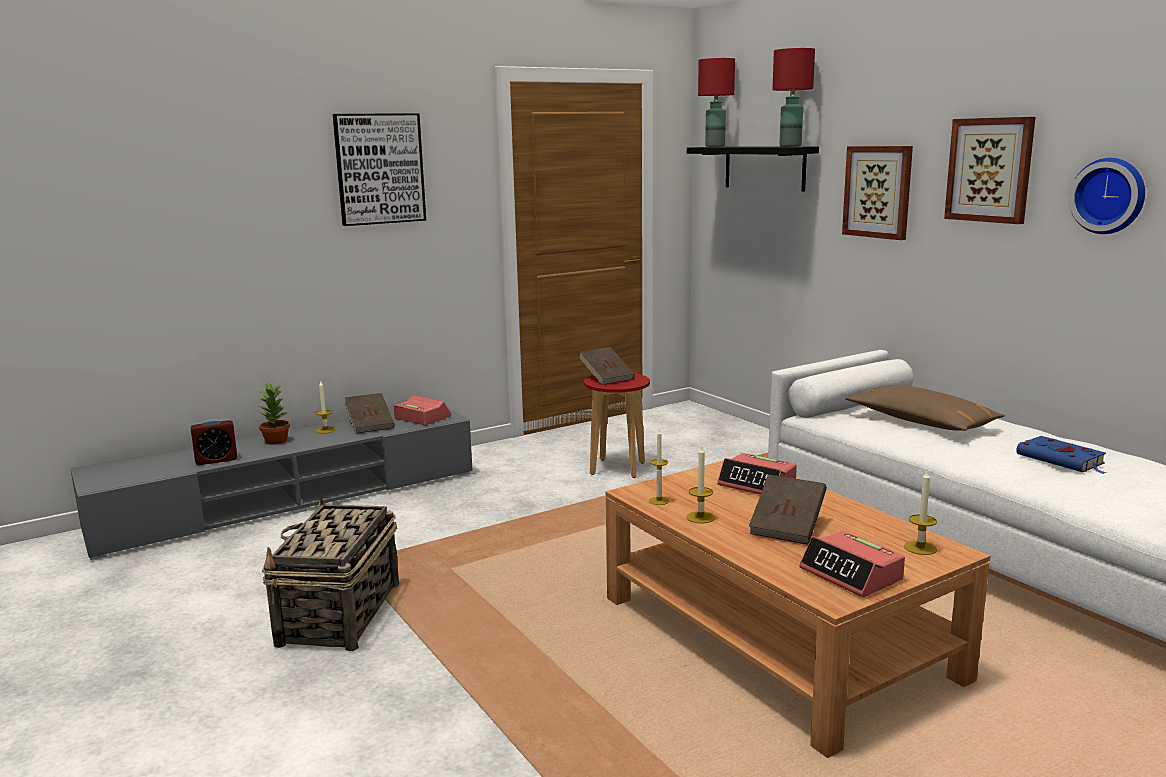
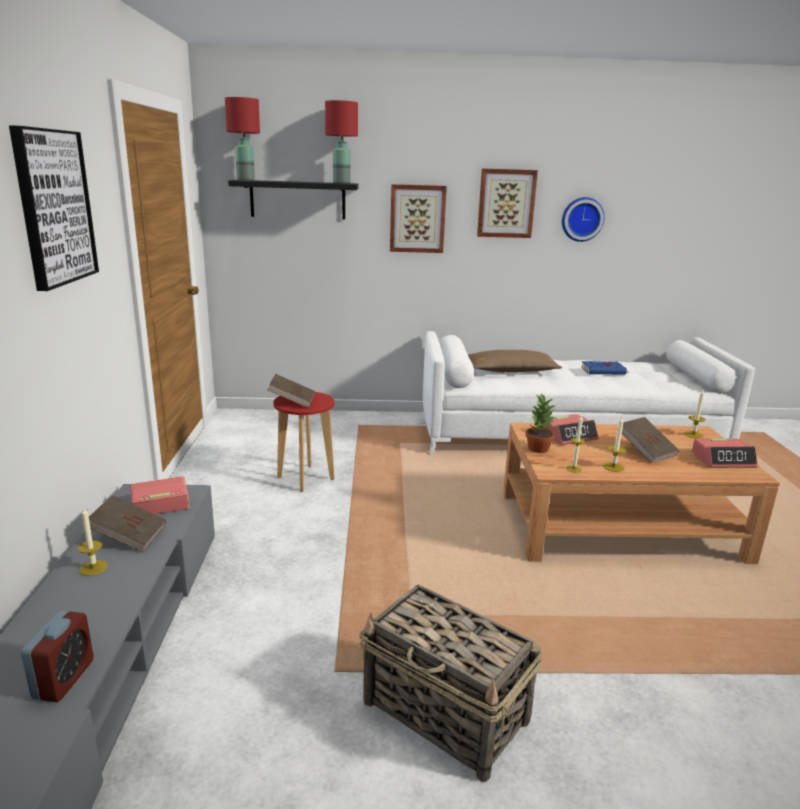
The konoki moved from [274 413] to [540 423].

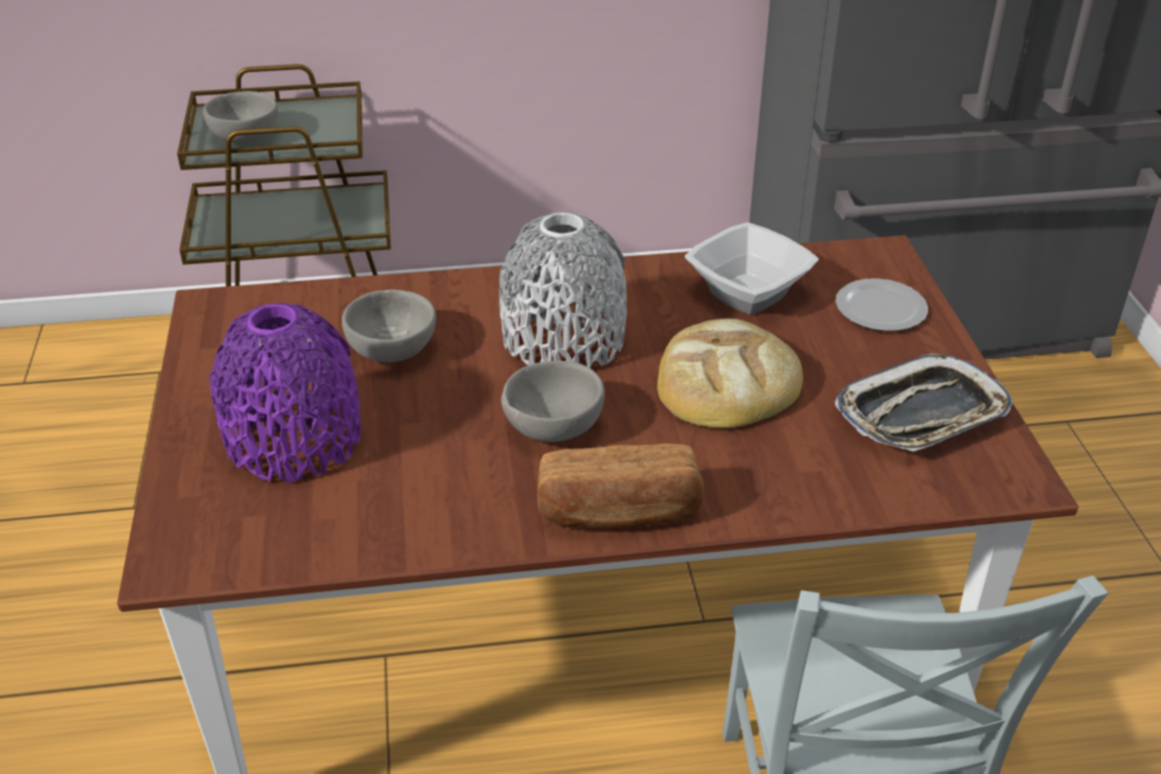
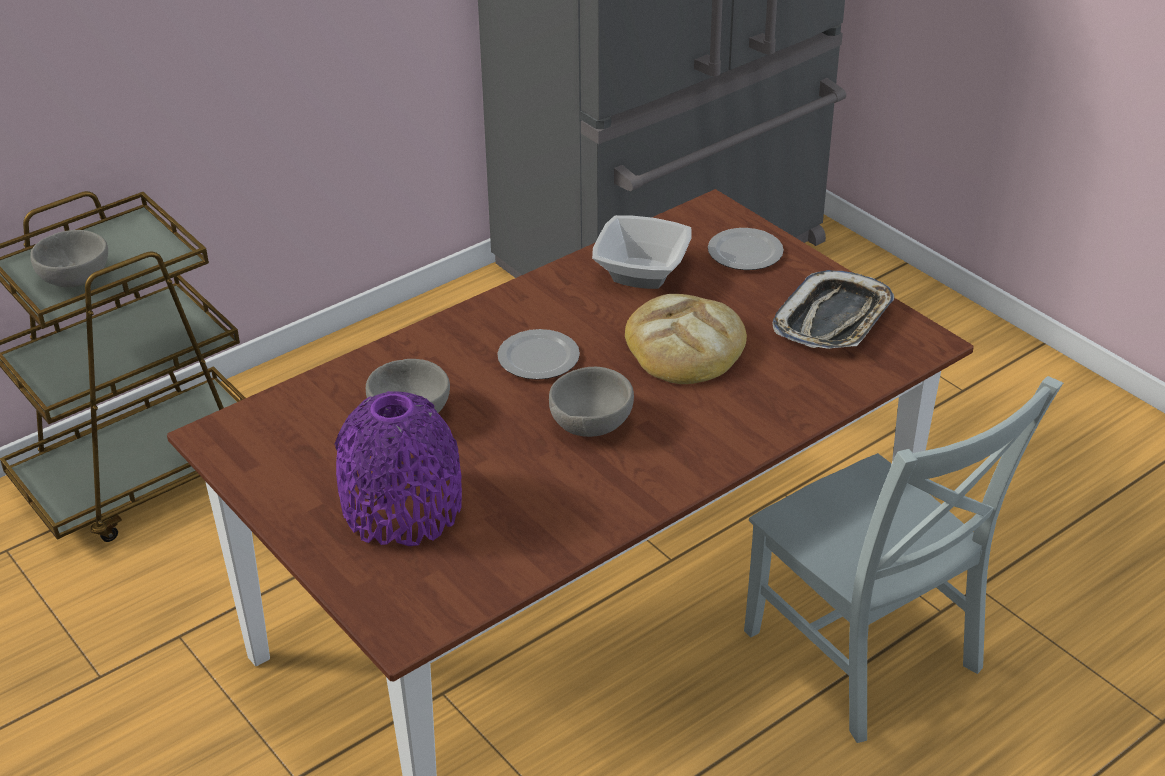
The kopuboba at [620 486] disappeared.
The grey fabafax at [563 290] was replaced by the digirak at [538 354].

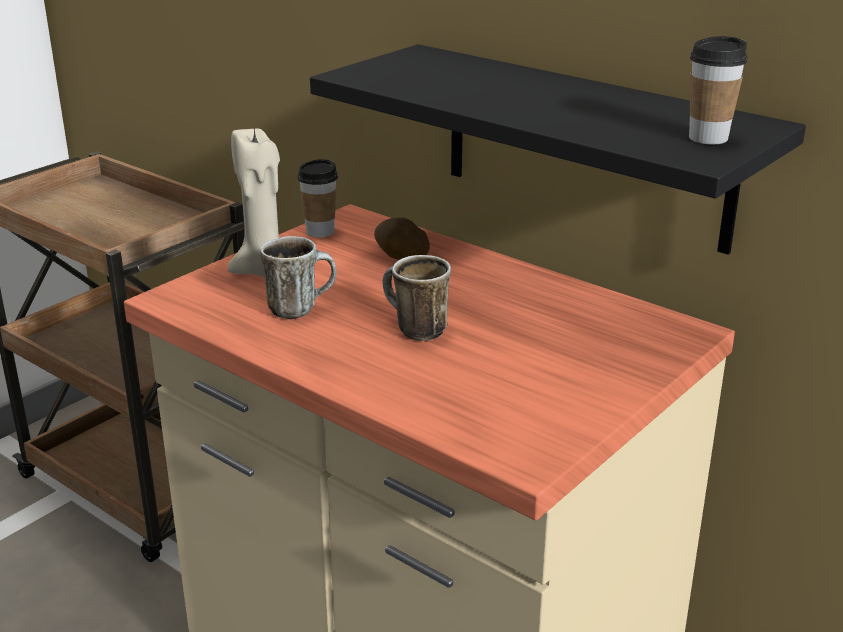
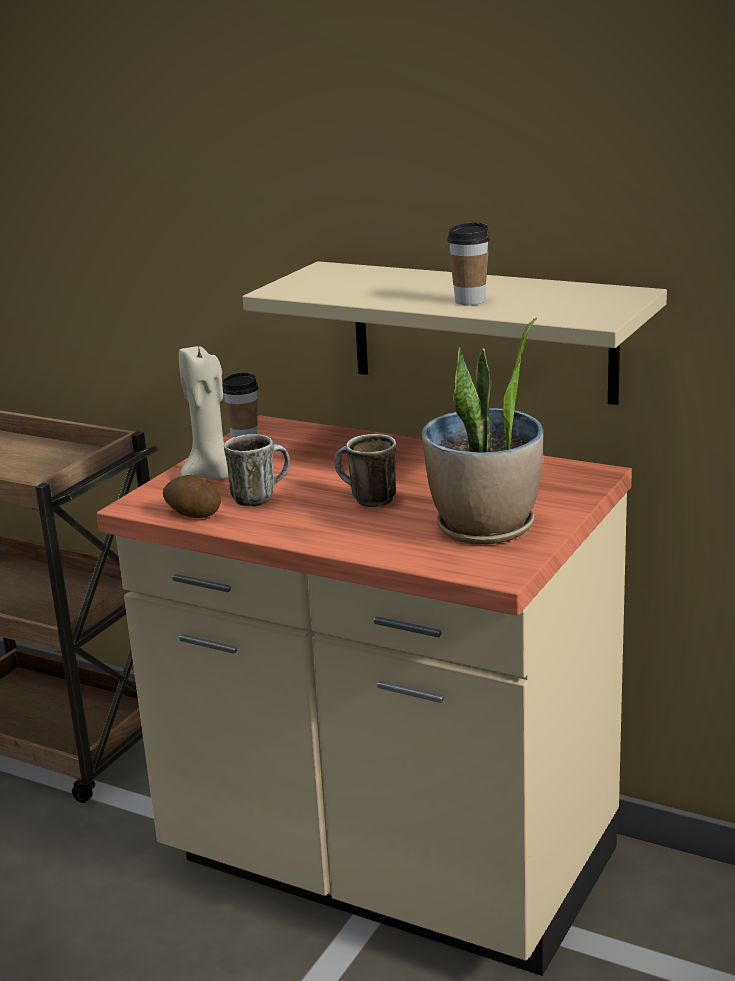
The konoki at [482 431] appeared.
The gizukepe moved from [402 238] to [192 496].
The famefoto moved from [718 90] to [468 264].
The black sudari at [558 149] became the beige sudari at [455 333].

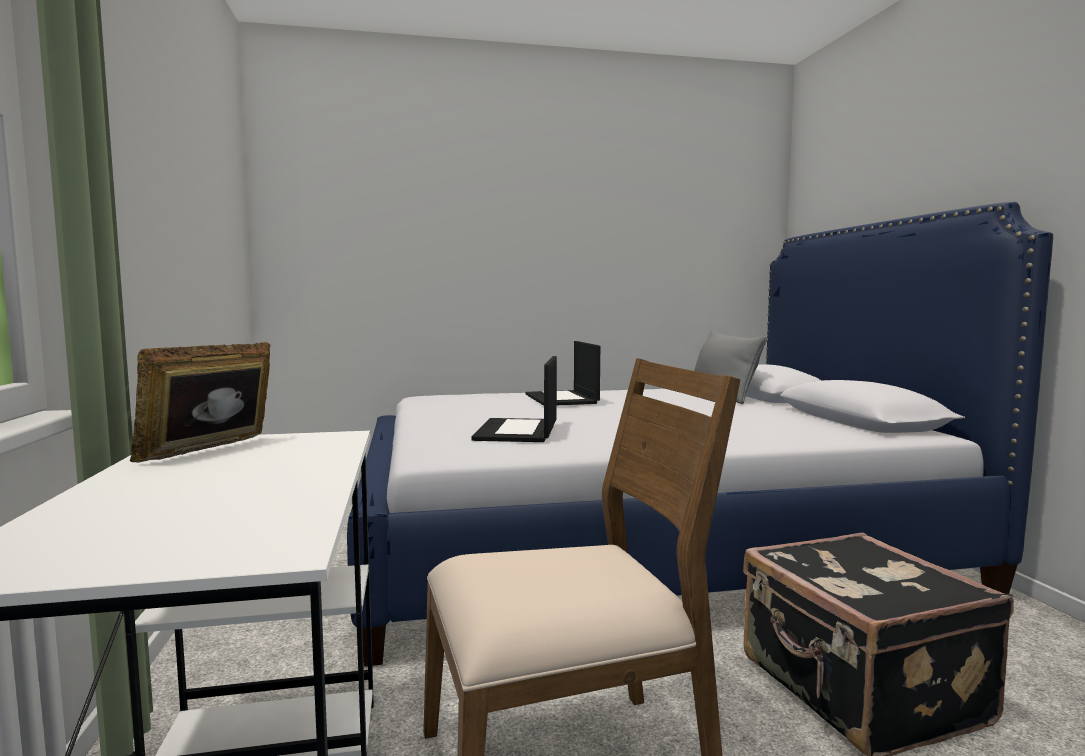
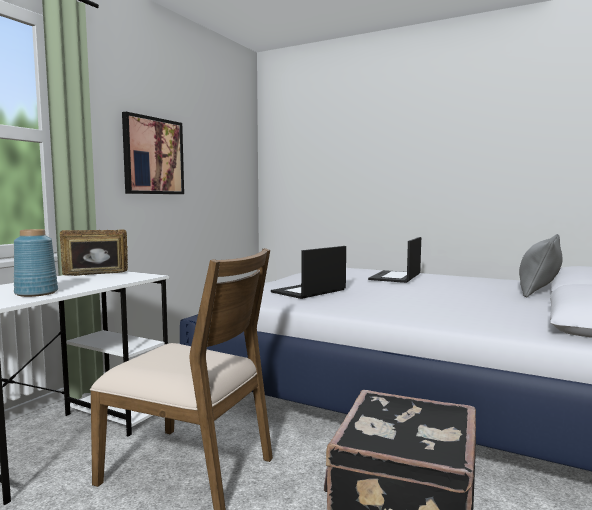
The blue fabafax at [36 263] appeared.
The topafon at [153 153] appeared.

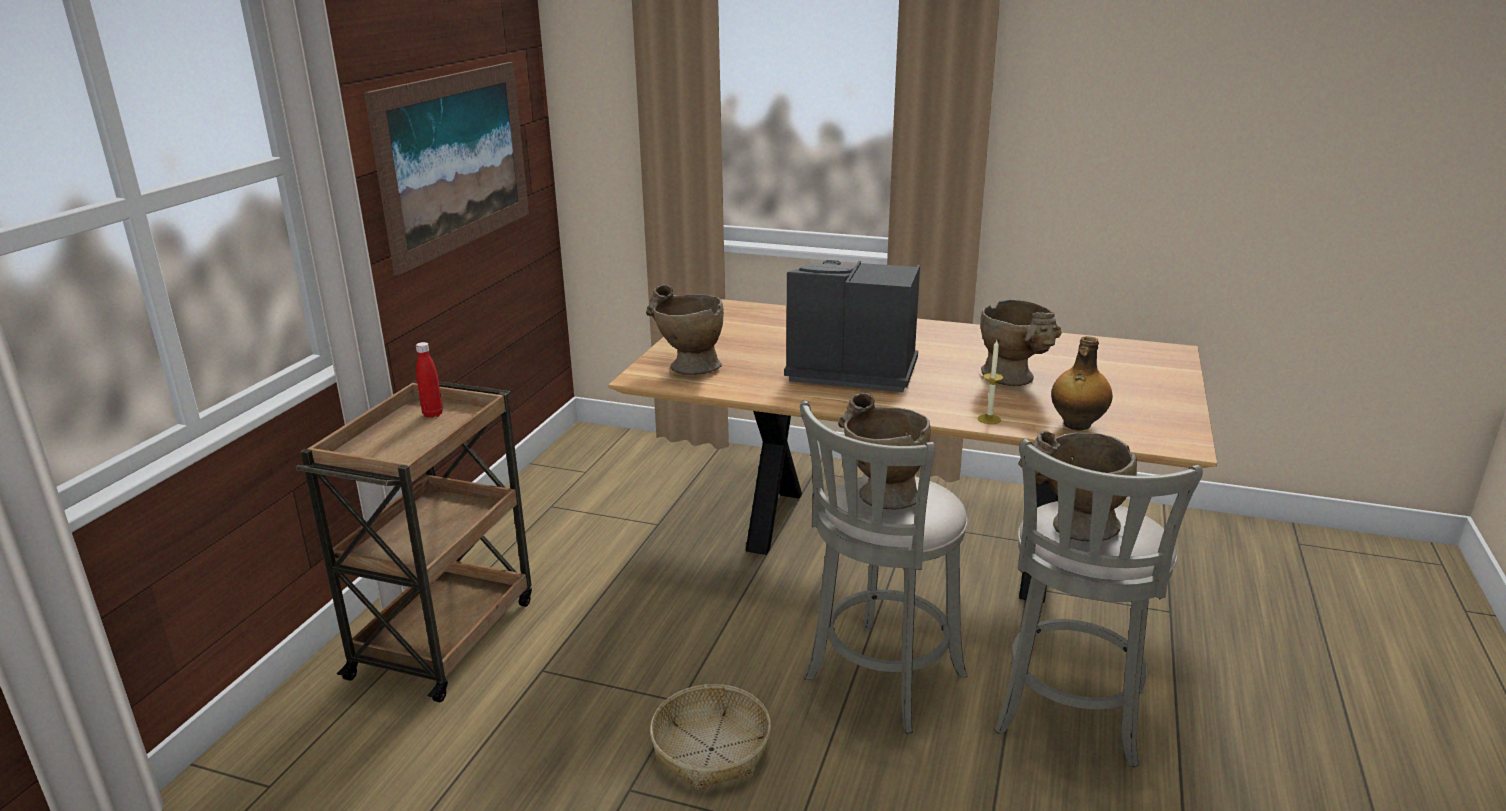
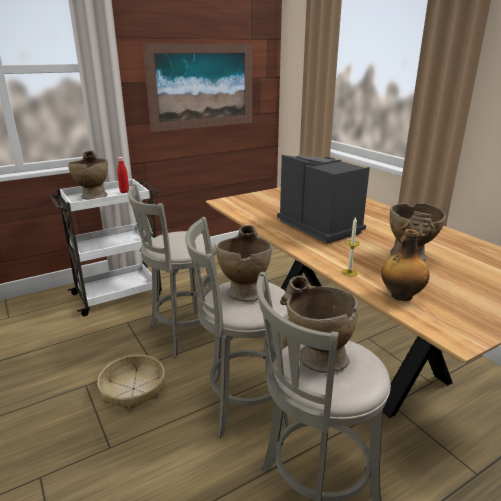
The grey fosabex at [171 271] appeared.
The beige fabafax moved from [685 330] to [88 175].
The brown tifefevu at [414 541] became the white tifefevu at [105 247].

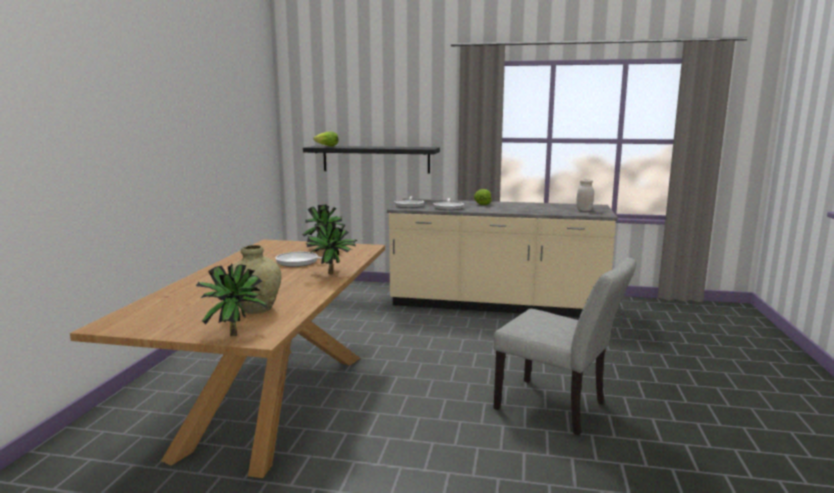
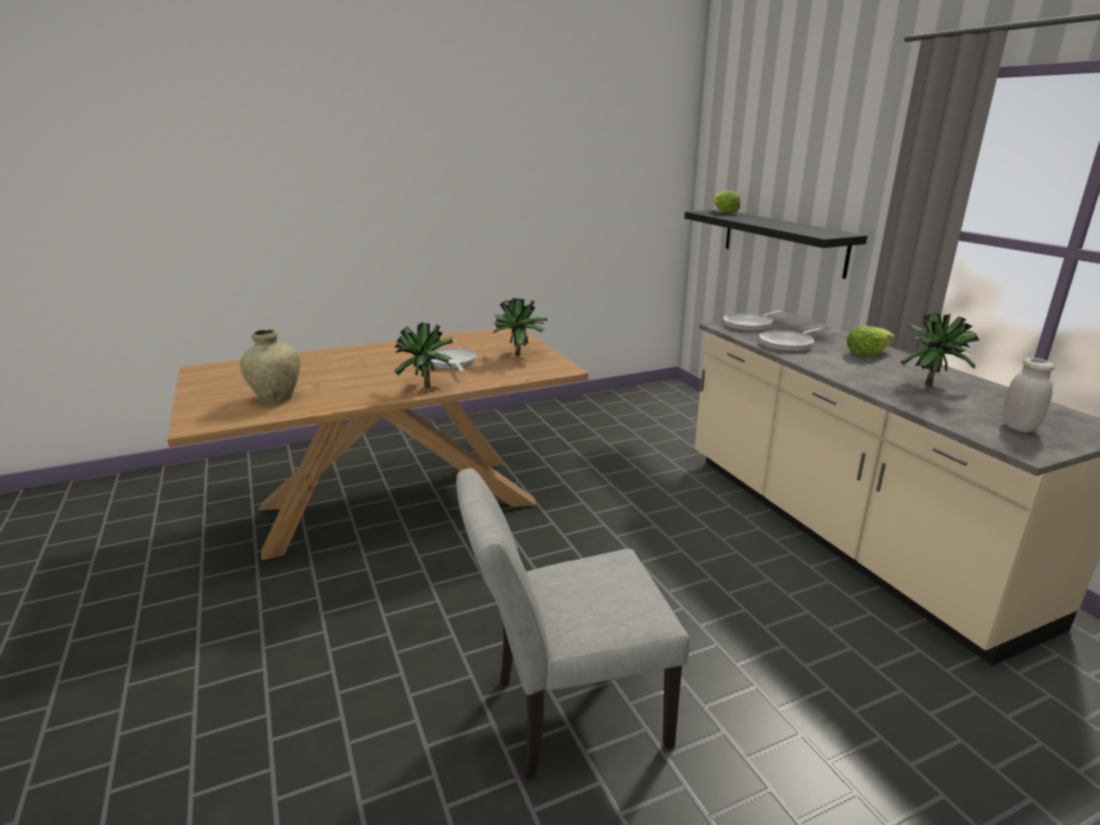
The konoki moved from [232 299] to [940 350].
The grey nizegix at [565 346] turned 75 degrees clockwise.

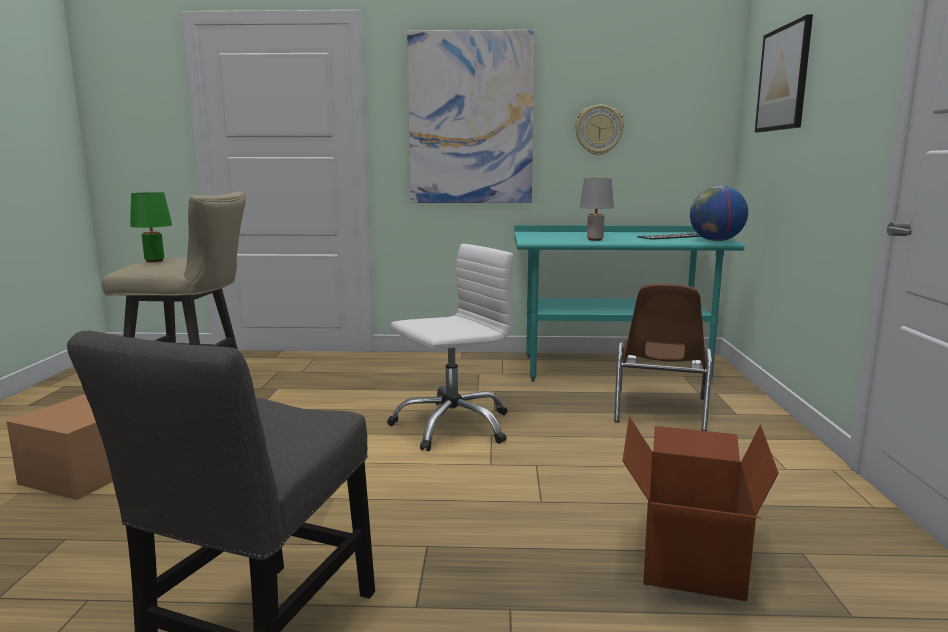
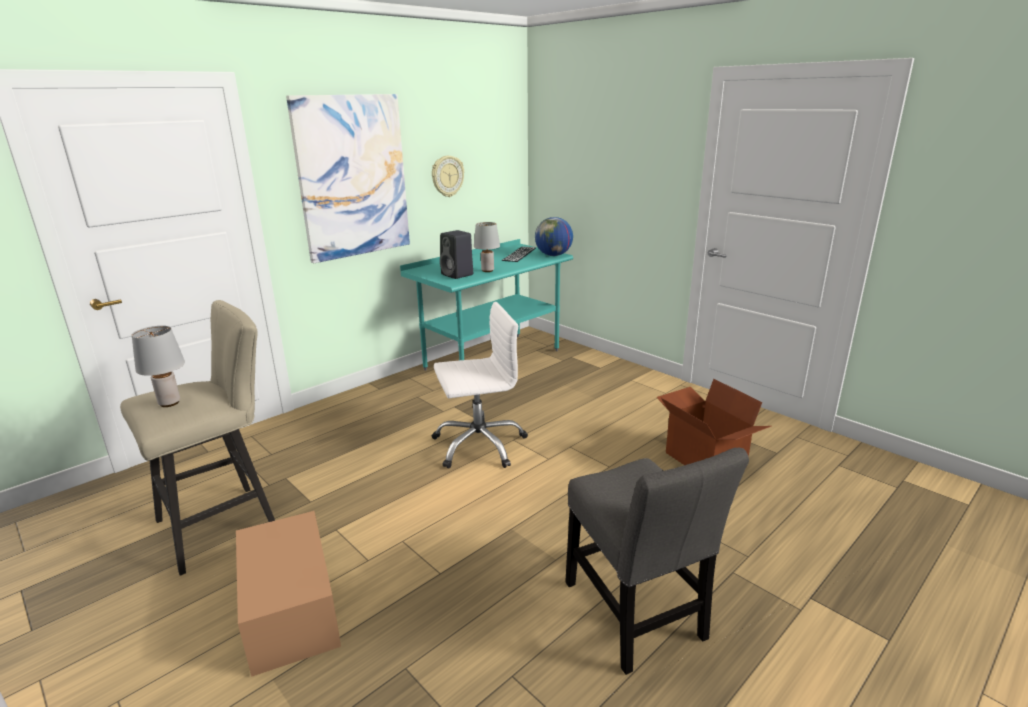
The brown nizegix at [663 357] disappeared.
The topafon at [784 74] disappeared.
The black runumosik at [456 254] appeared.
The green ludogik at [151 227] became the grey ludogik at [158 366].
The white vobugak at [450 347] turned 60 degrees clockwise.

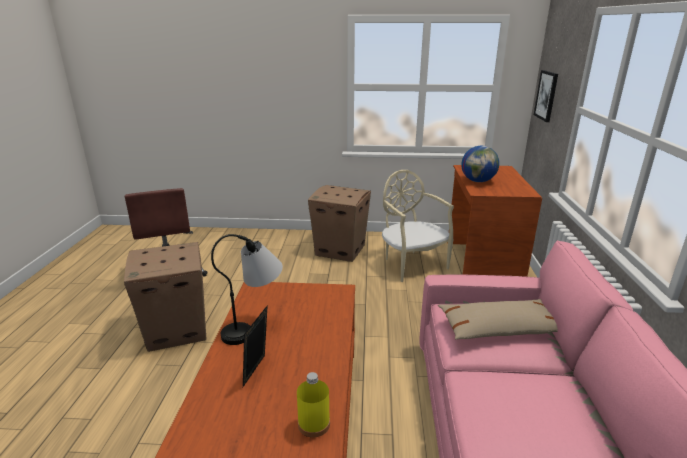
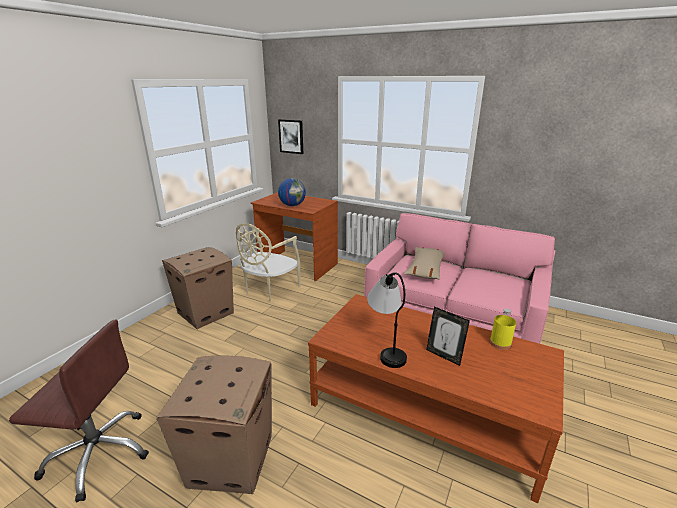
The beige nizegix at [418 226] turned 60 degrees counterclockwise.

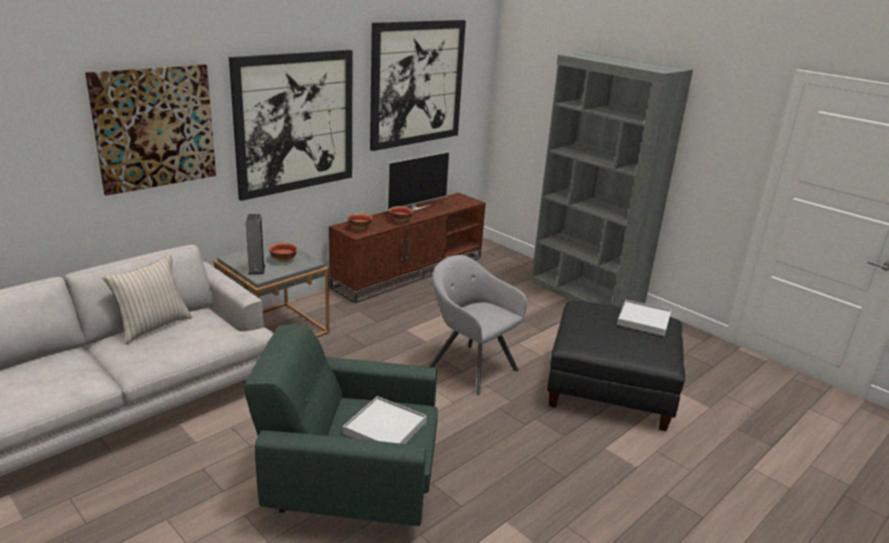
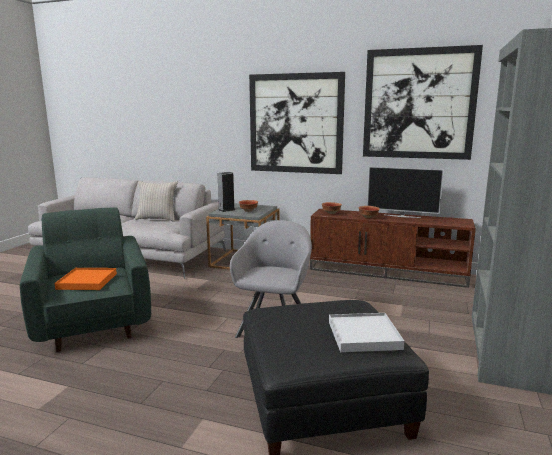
The topafon at [150 130] disappeared.
The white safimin at [385 420] became the orange safimin at [86 279].

